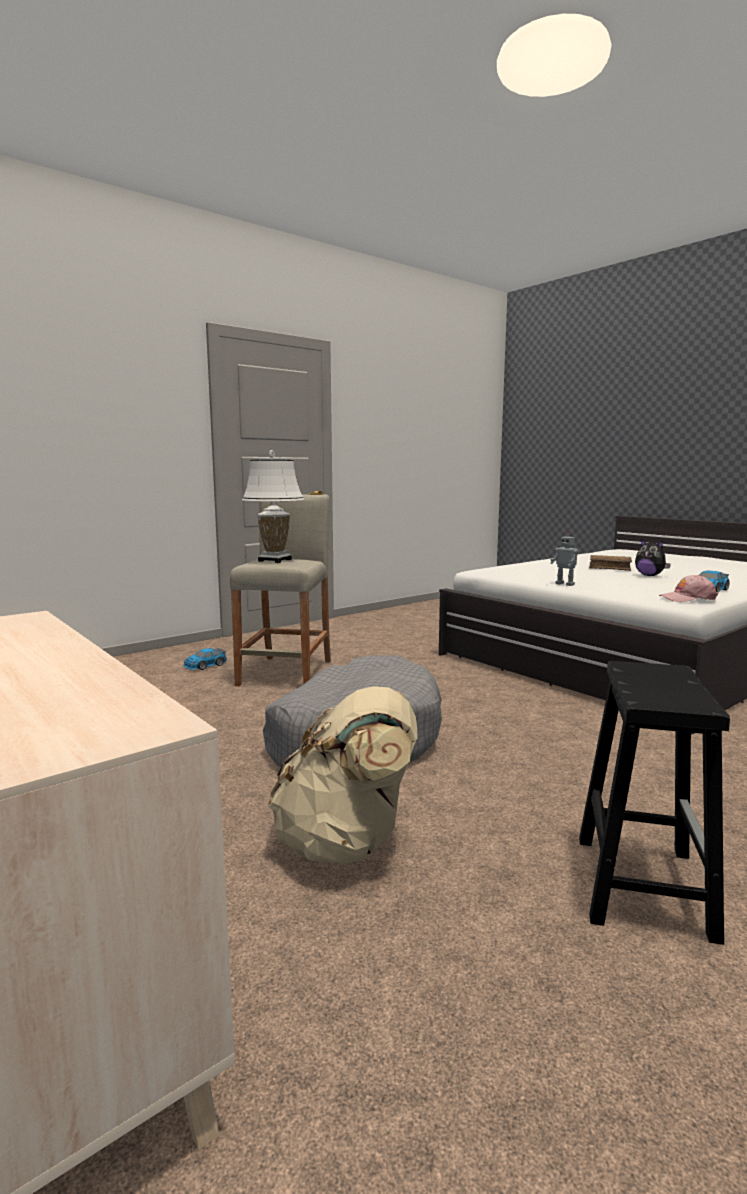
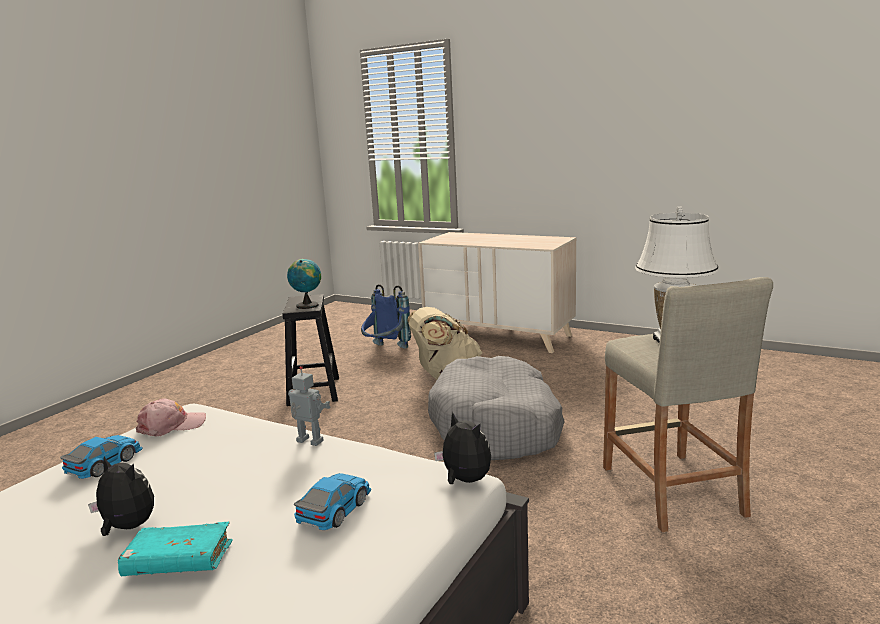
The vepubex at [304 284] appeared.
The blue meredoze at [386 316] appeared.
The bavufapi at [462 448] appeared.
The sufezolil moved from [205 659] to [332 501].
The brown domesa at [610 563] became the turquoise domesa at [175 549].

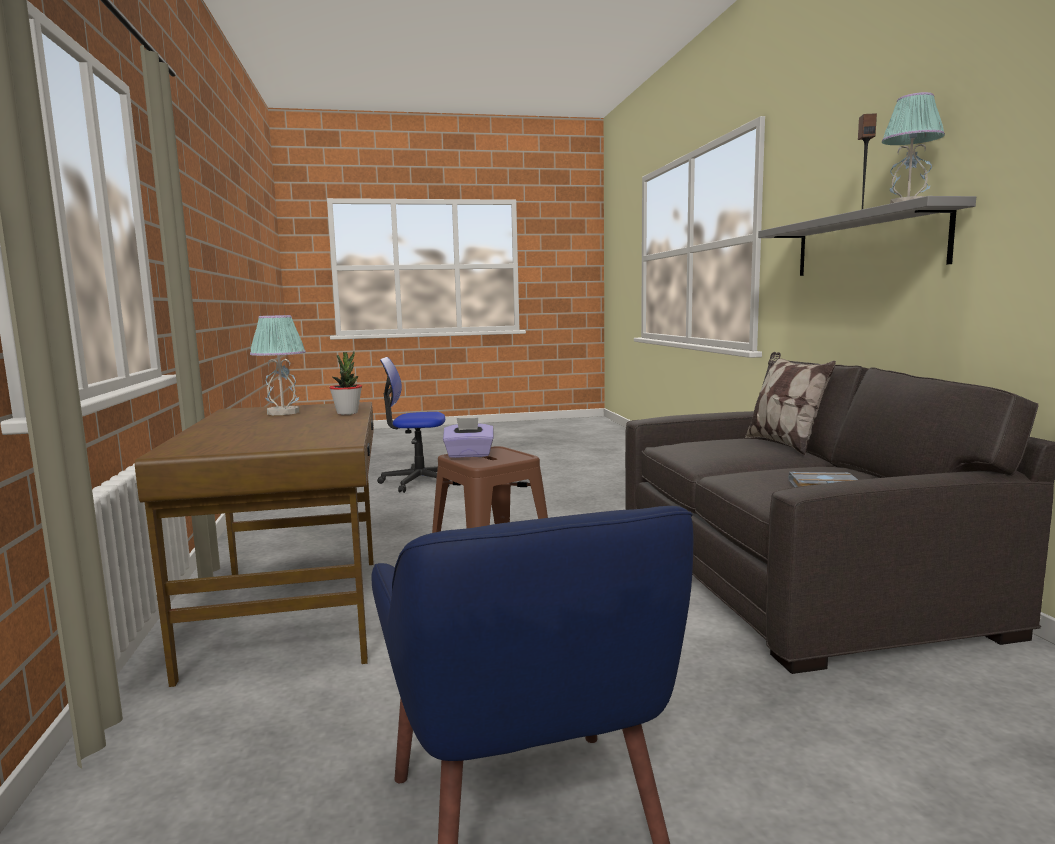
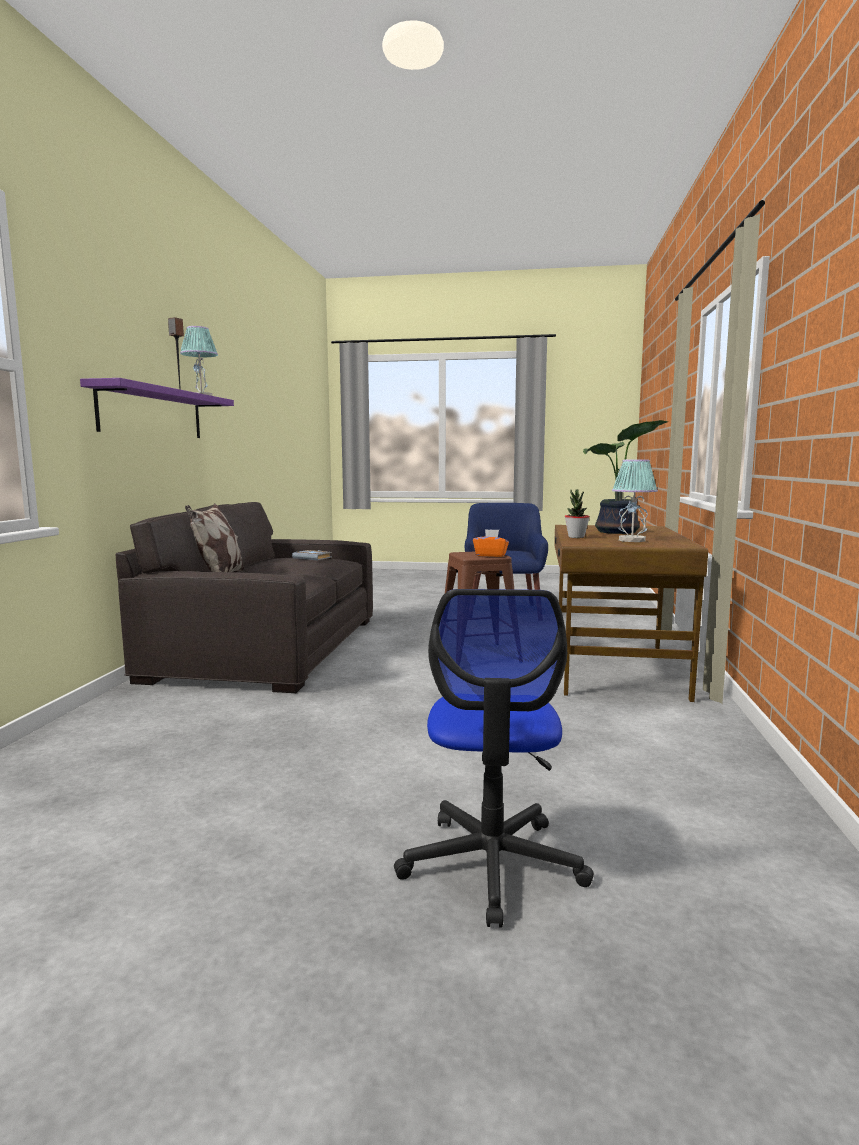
The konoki at [625 477] appeared.
The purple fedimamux at [468 438] became the orange fedimamux at [491 543].
The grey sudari at [867 236] became the purple sudari at [157 408].
The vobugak at [413 425] turned 75 degrees clockwise.

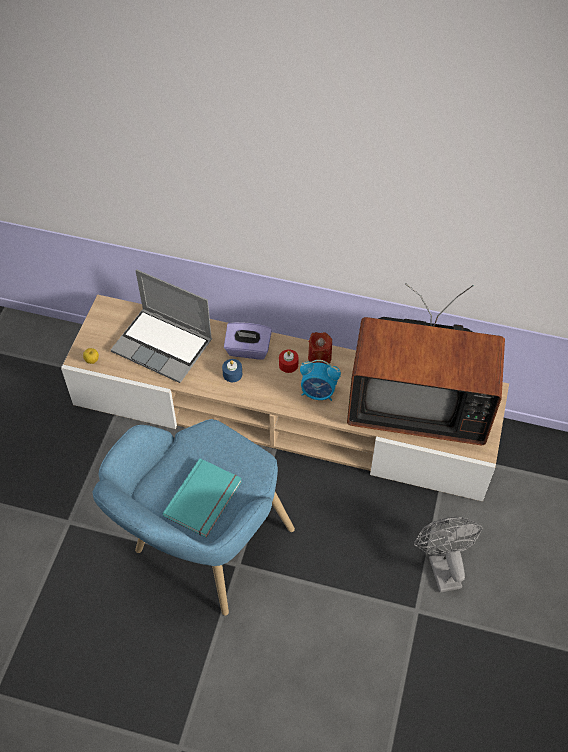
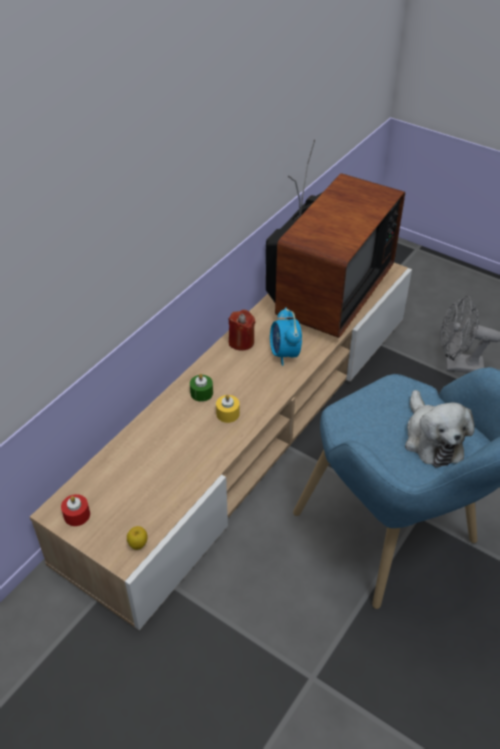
The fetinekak at [161 326] disappeared.
The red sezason moved from [289 361] to [75 510].
The turquoise domesa at [202 498] was replaced by the bavufapi at [439 428].
The purple fedimamux at [248 341] was replaced by the green sezason at [201 388].
The blue sezason at [232 370] became the yellow sezason at [228 408].
The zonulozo at [320 380] turned 135 degrees clockwise.

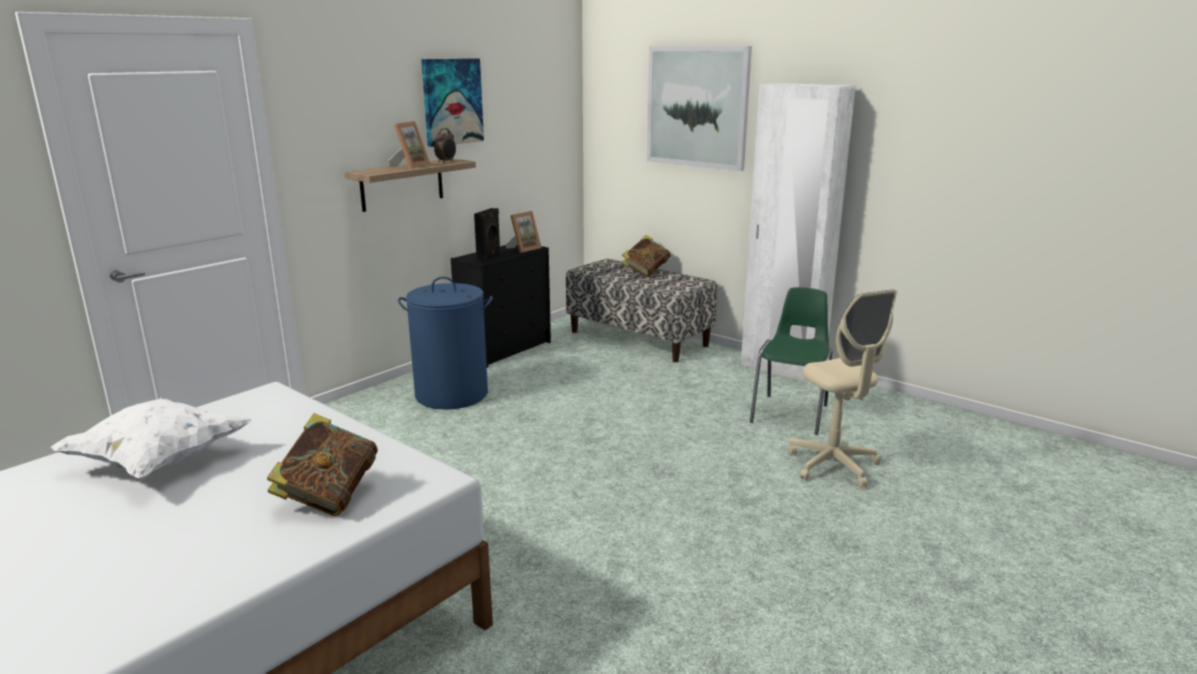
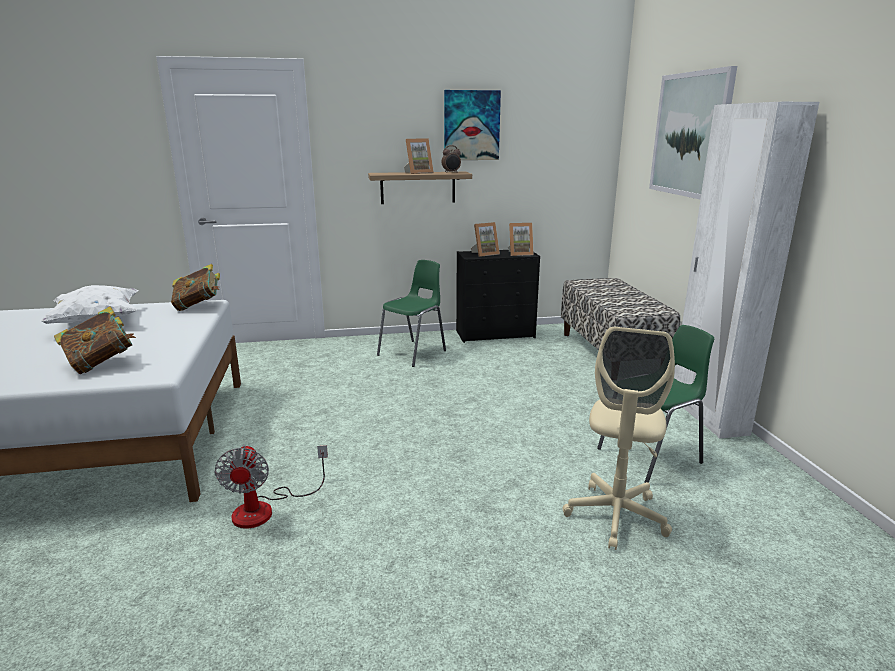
The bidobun at [271 487] appeared.
The domesa moved from [645 256] to [195 287].
The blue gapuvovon at [445 343] was replaced by the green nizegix at [411 313].
The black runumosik at [487 234] was replaced by the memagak at [485 239].

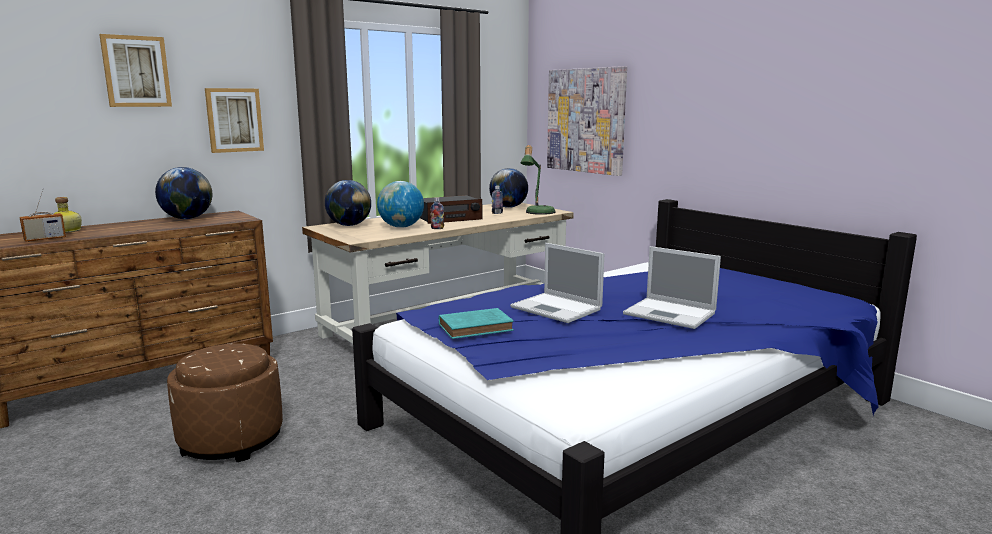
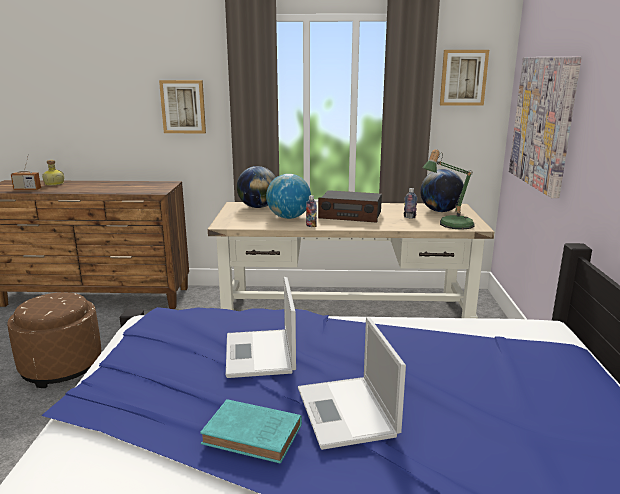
The vepubex at [183 193] disappeared.
The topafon moved from [135 70] to [464 78].
The turquoise domesa moved from [476 323] to [251 431].

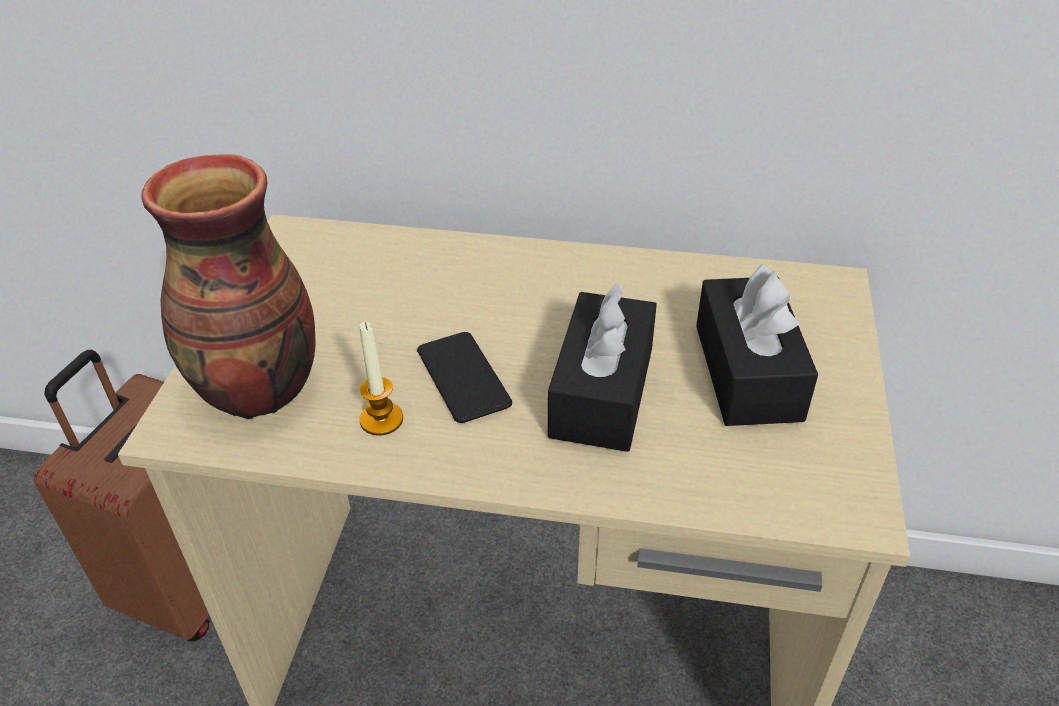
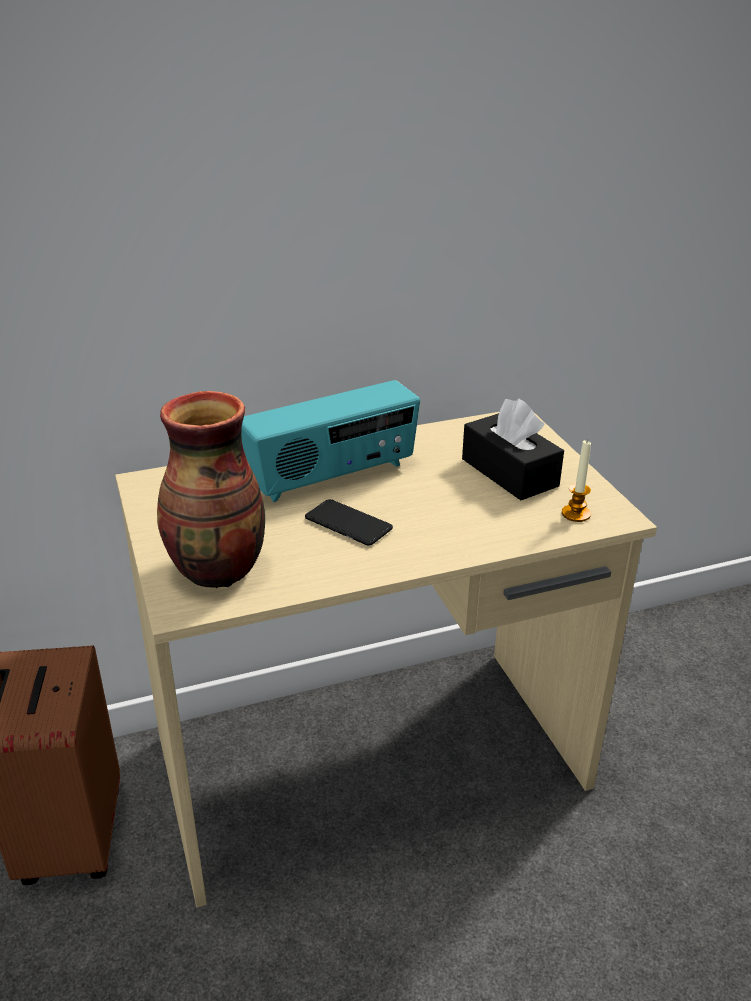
The black fedimamux at [602 368] disappeared.
The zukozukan at [330 441] appeared.
The sezason moved from [381 379] to [576 480].

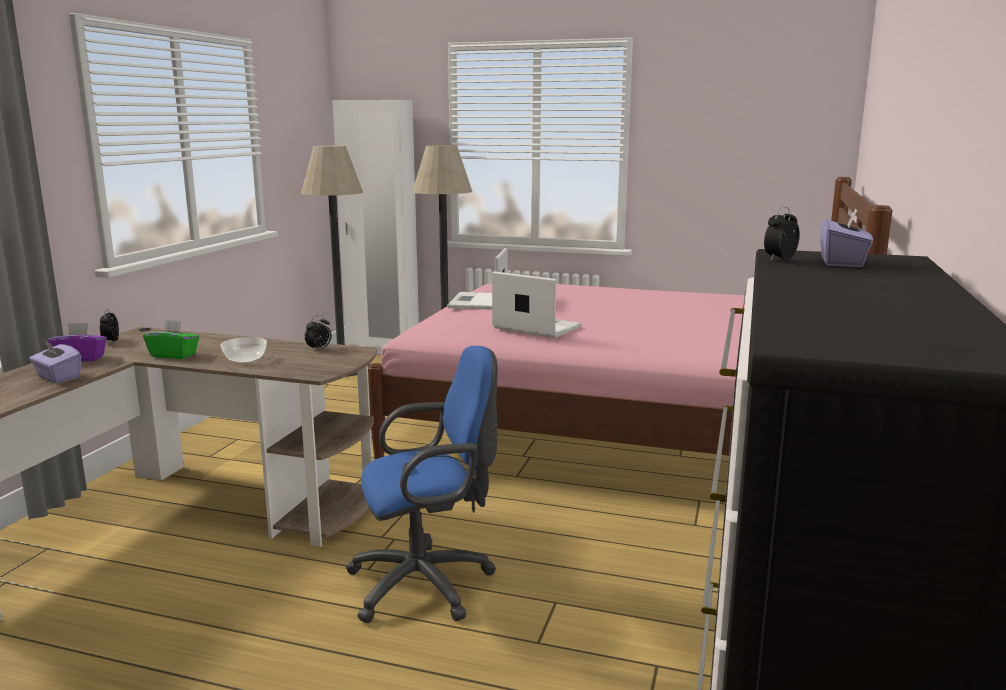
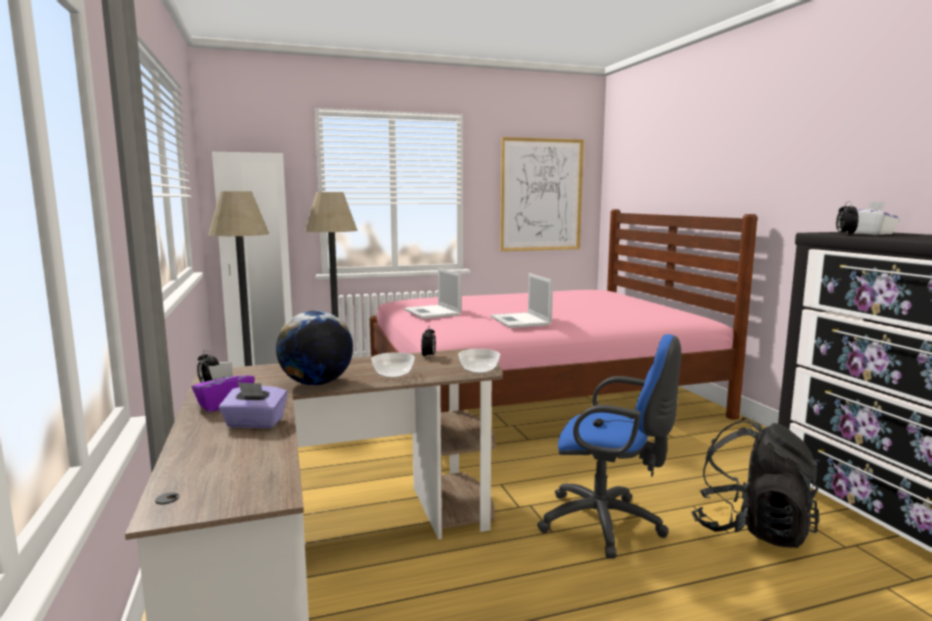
The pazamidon at [479 361] appeared.
The topafon at [542 194] appeared.
The black meredoze at [755 483] appeared.
The green fedimamux at [171 339] was replaced by the vepubex at [314 348].
The purple fedimamux at [846 238] became the white fedimamux at [877 218].
The blue vobugak at [422 484] turned 75 degrees clockwise.
The fetinekak at [537 304] turned 105 degrees counterclockwise.

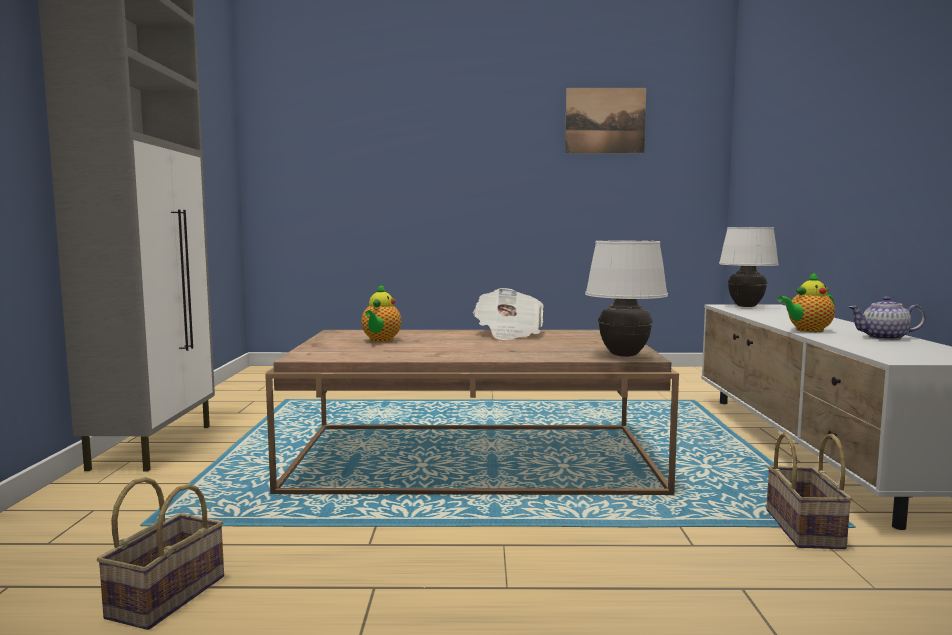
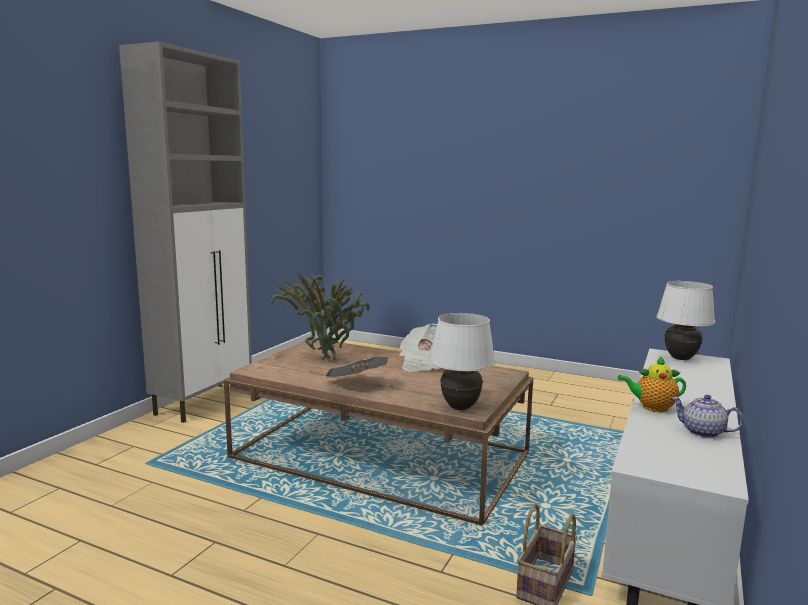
The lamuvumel at [160 553] disappeared.
The topafon at [605 121] disappeared.
The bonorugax at [356 367] appeared.
The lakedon at [381 313] was replaced by the konoki at [320 315].

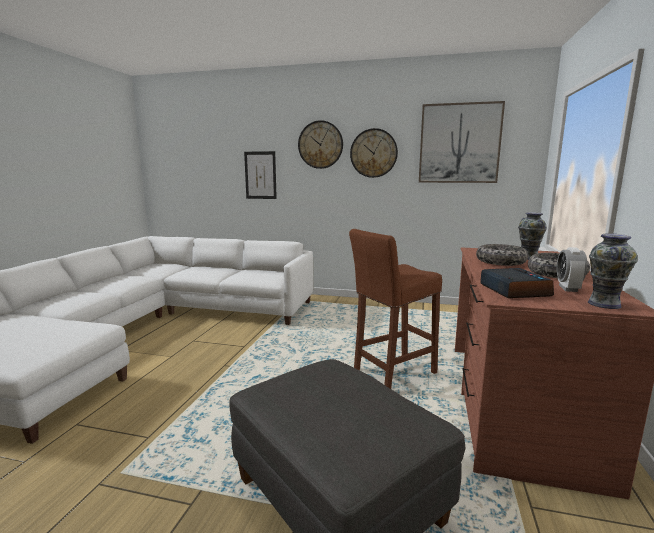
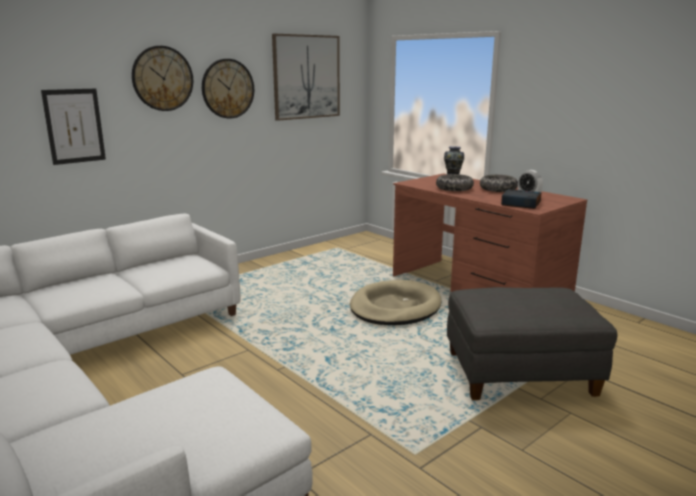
The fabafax at [613 271] disappeared.
The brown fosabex at [395 309] was replaced by the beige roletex at [395 302].

